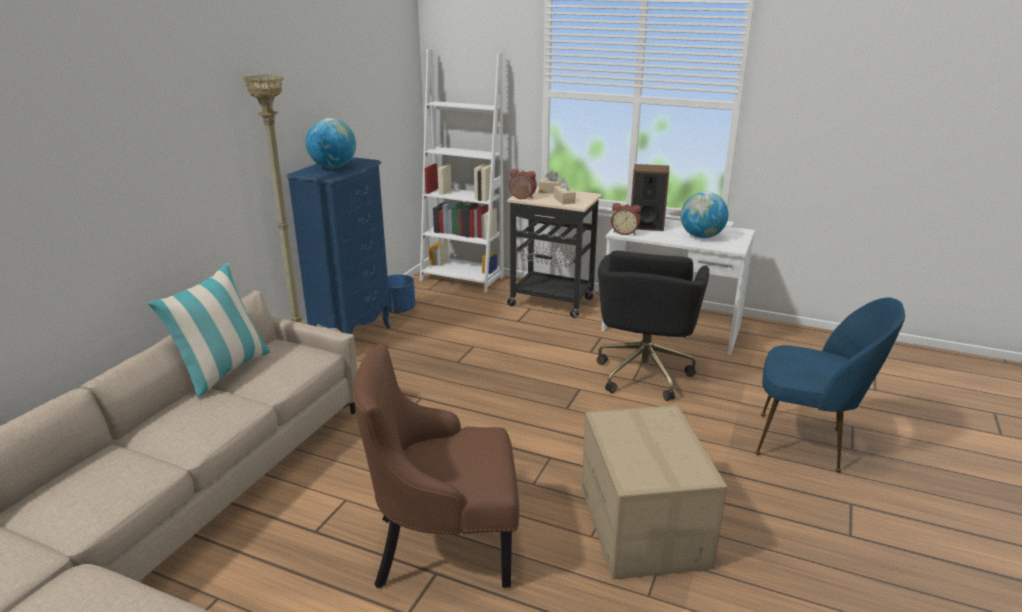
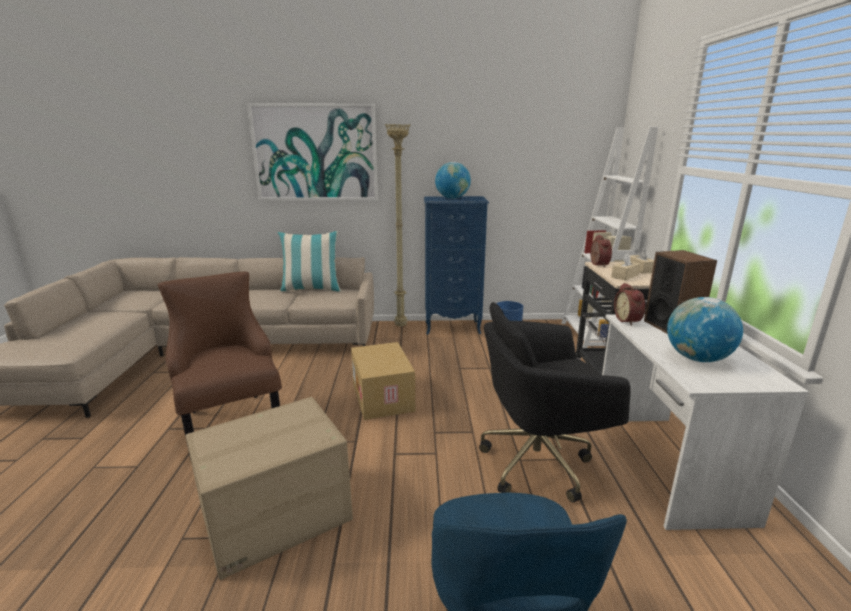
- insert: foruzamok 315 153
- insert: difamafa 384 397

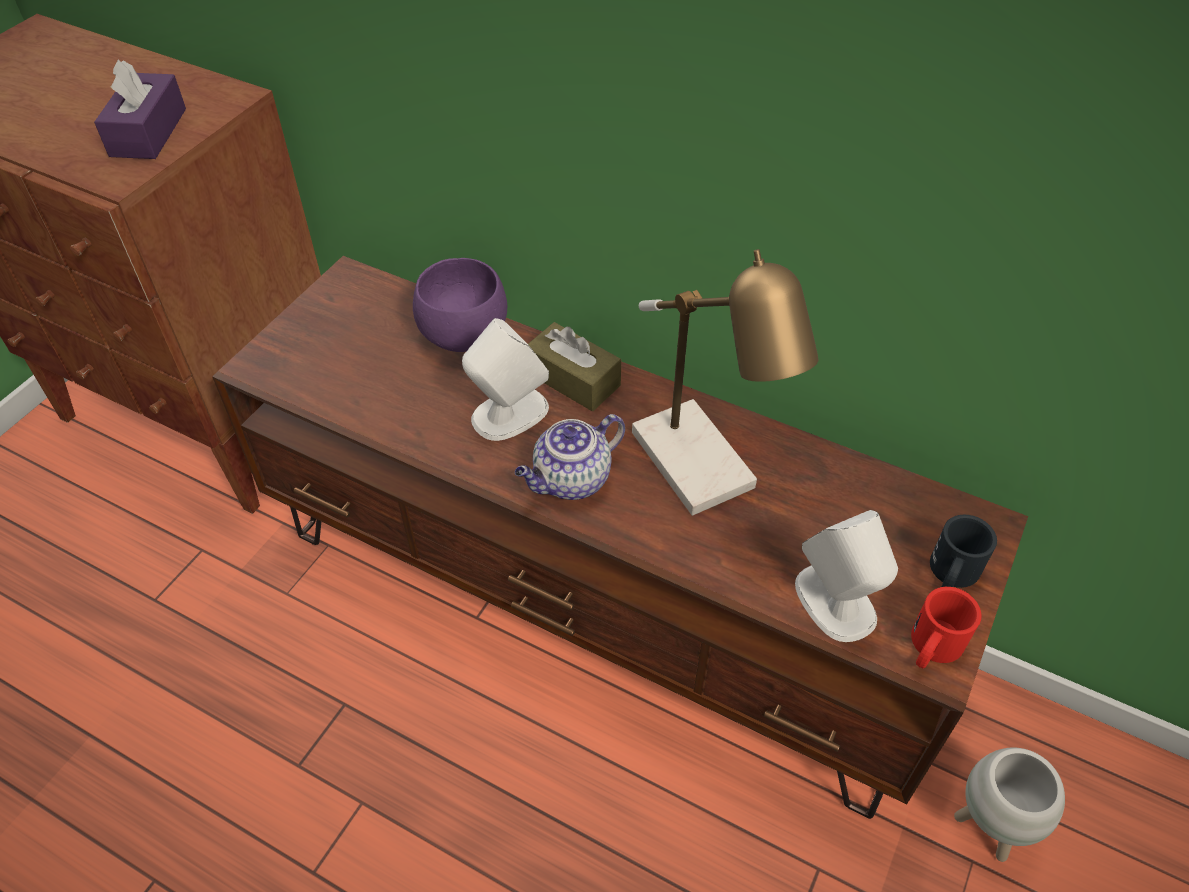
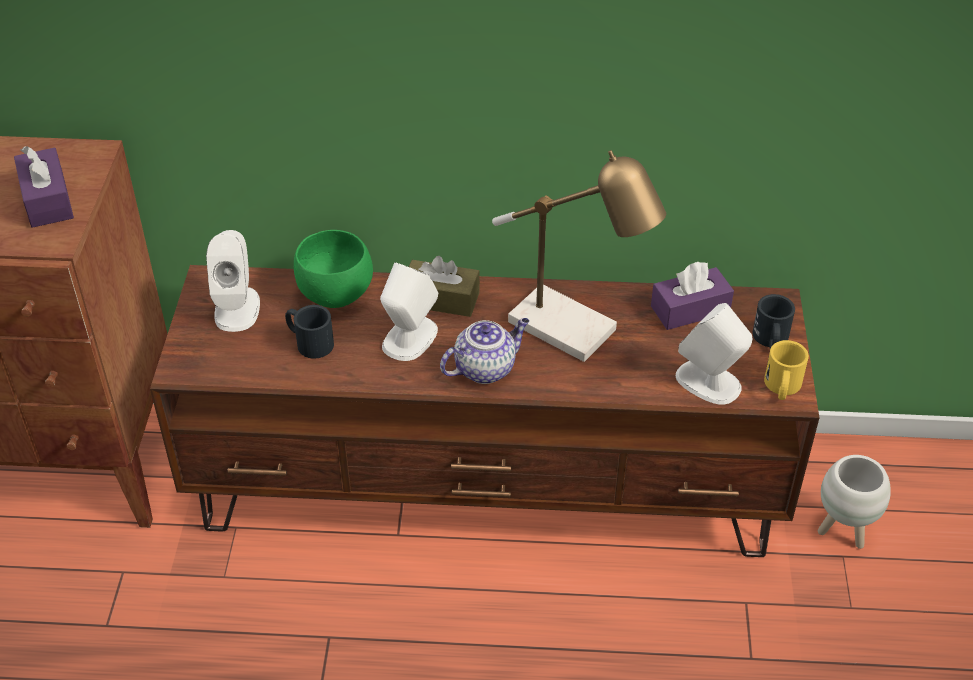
- recolor: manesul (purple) 461 336 to manesul (green) 334 296
- rotate: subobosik 571 481 = 485 368 150 degrees counterclockwise
- recolor: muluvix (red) 932 648 to muluvix (yellow) 782 388
- insert: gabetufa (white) 237 308
- insert: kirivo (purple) 690 309
- insert: muluvix (black) 309 342

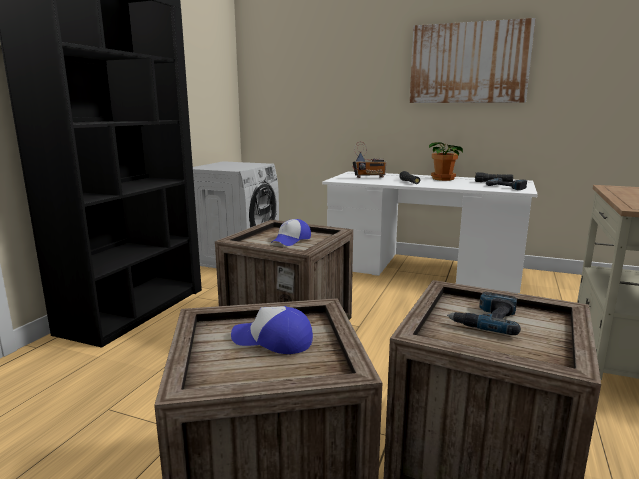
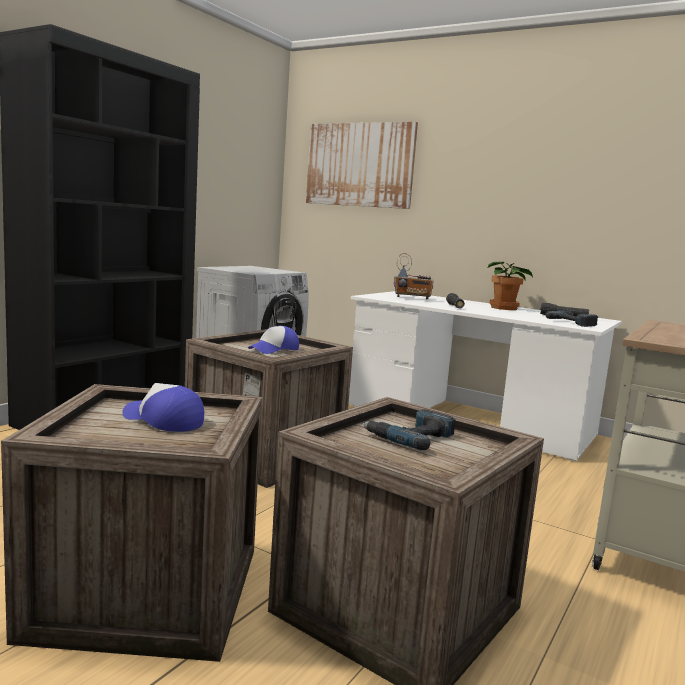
- move: foruzamok 468 63 to 359 165

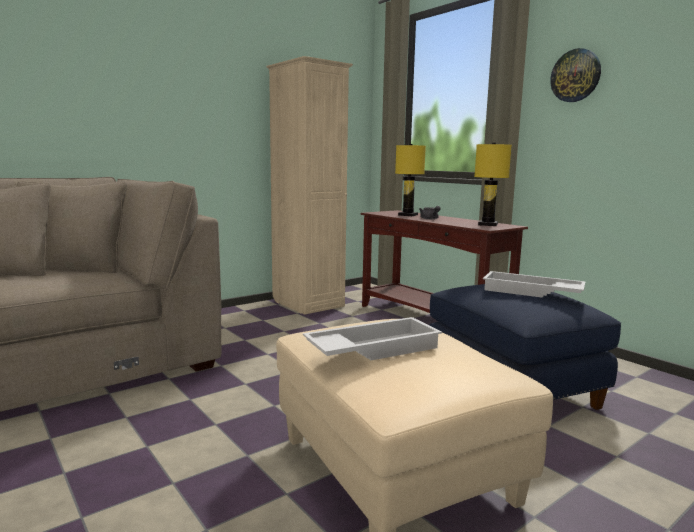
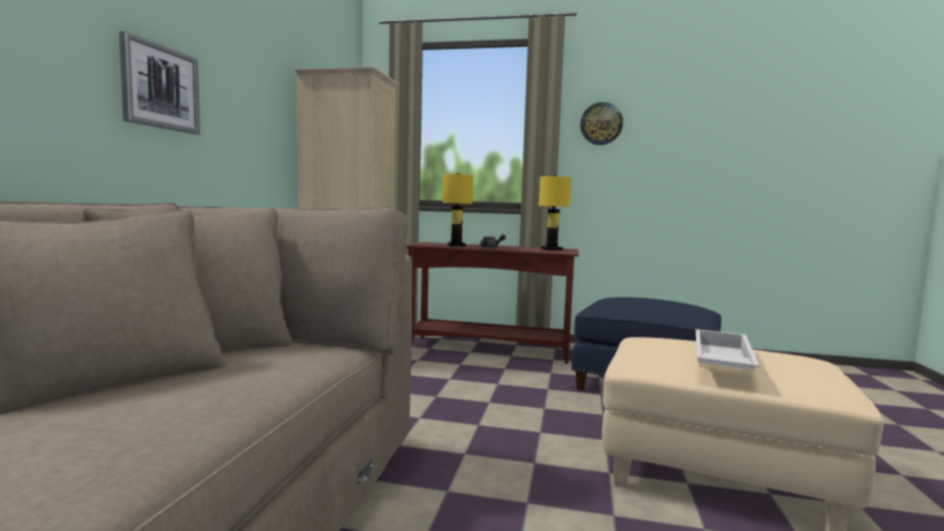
- delete: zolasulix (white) 531 292
- insert: foruzamok 160 87

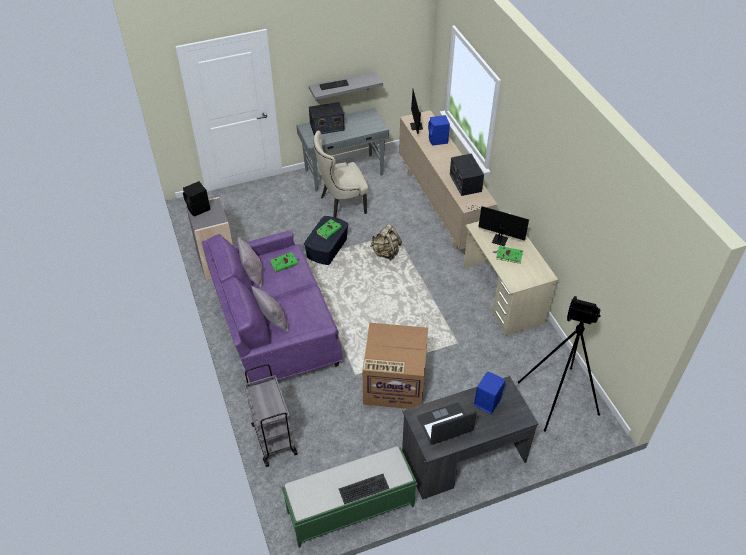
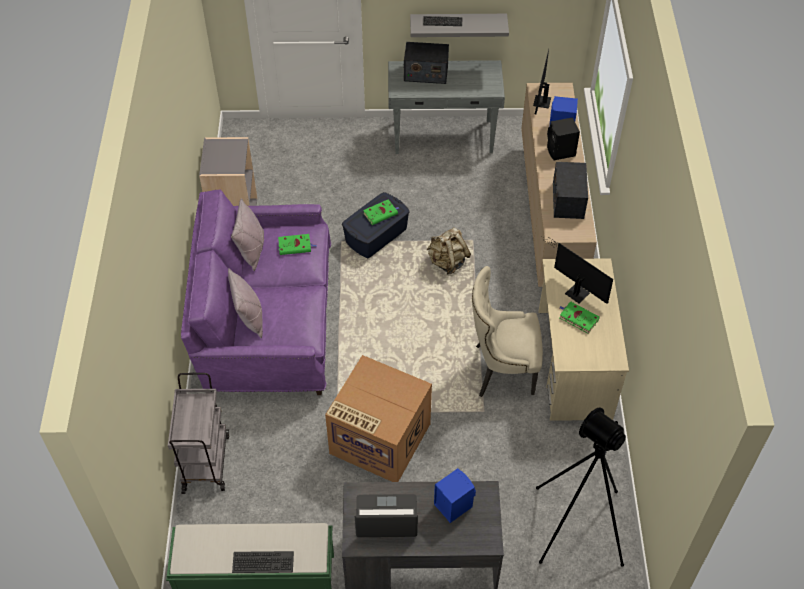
- move: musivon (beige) 342 206 to 502 370
- move: gabetufa (black) 199 209 to 561 152

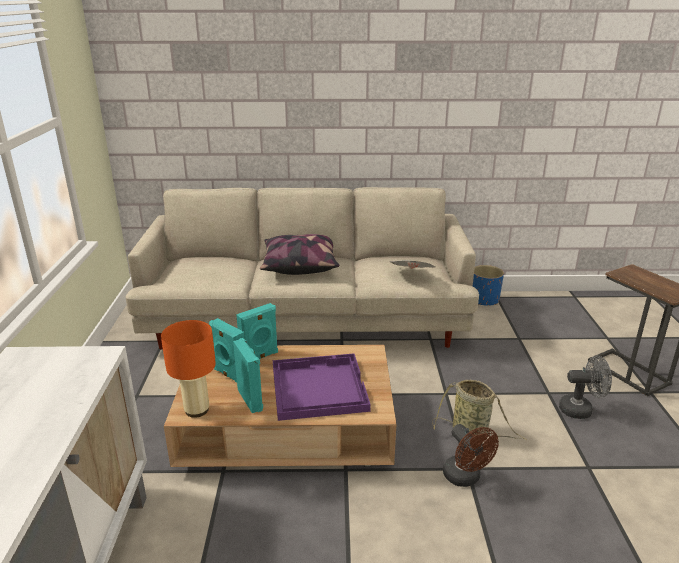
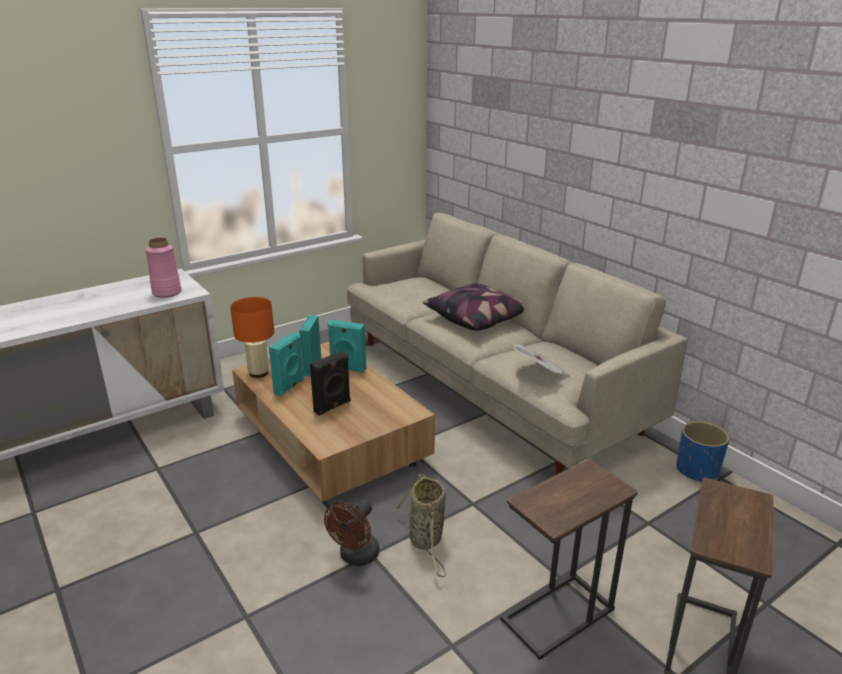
- replace: zolasulix (purple) 317 387 to gabetufa (black) 333 407
- replace: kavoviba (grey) 580 409 to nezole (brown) 557 614
- insert: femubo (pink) 166 292

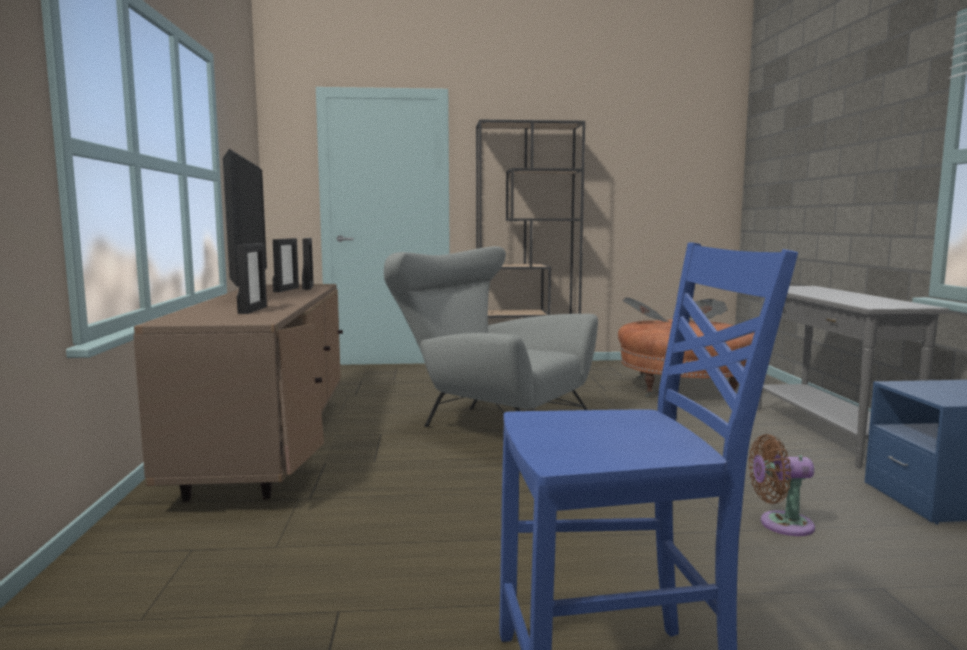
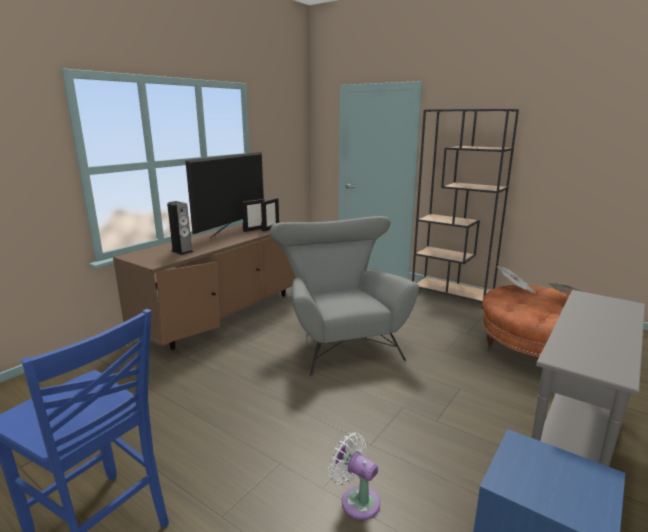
- replace: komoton 252 310 to gabetufa 182 251
- recolor: kavoviba (brown) 780 524 to kavoviba (white) 356 500

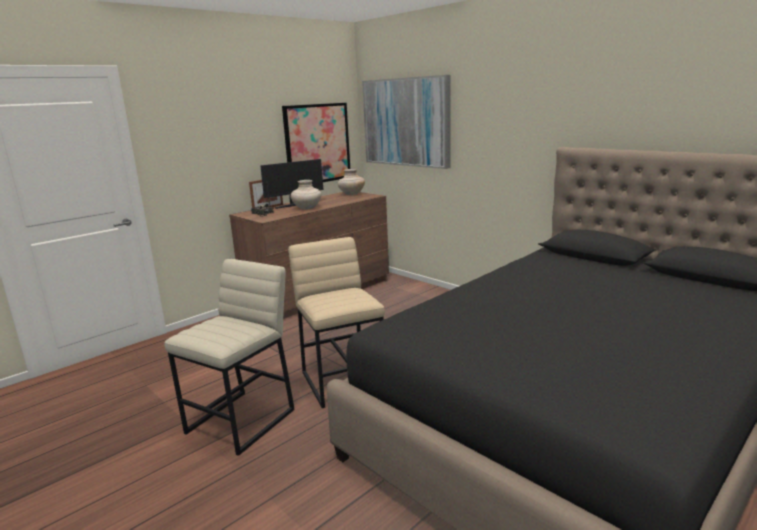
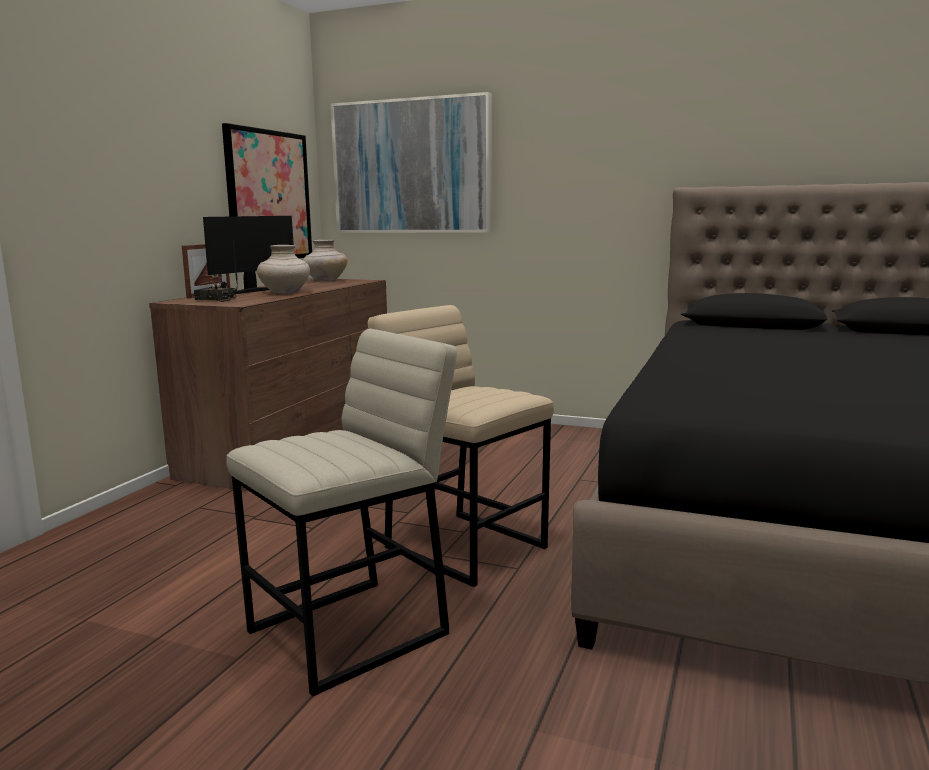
- rotate: musivon (beige) 243 419 = 352 630 45 degrees clockwise

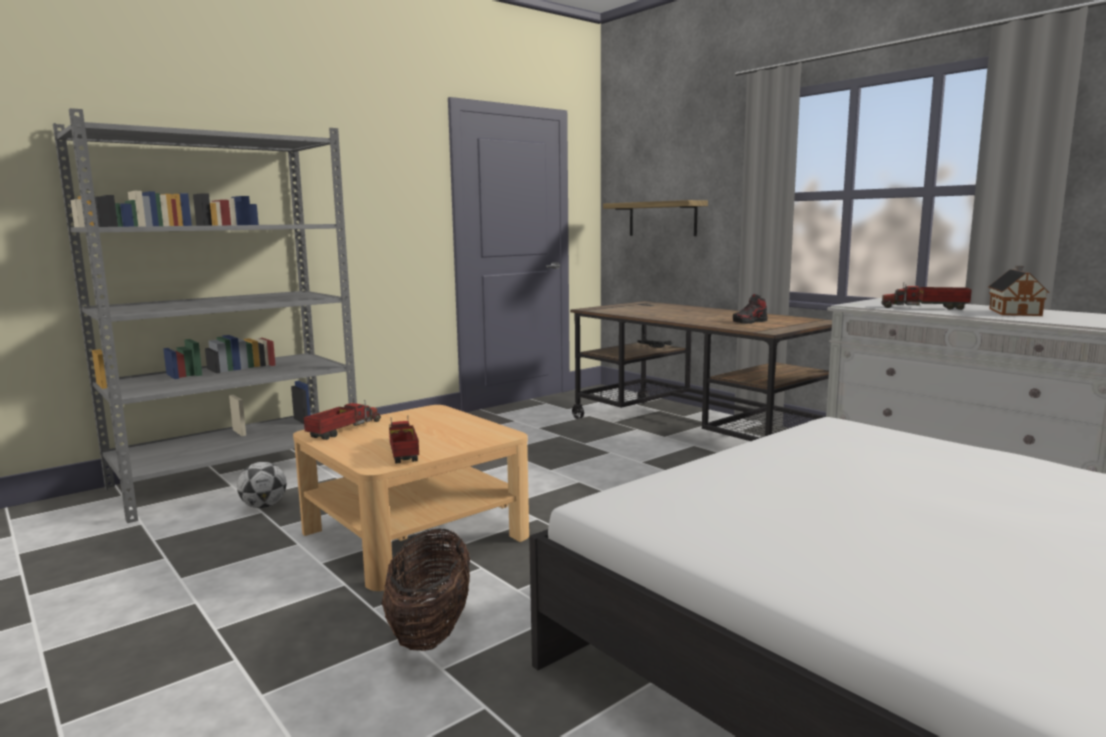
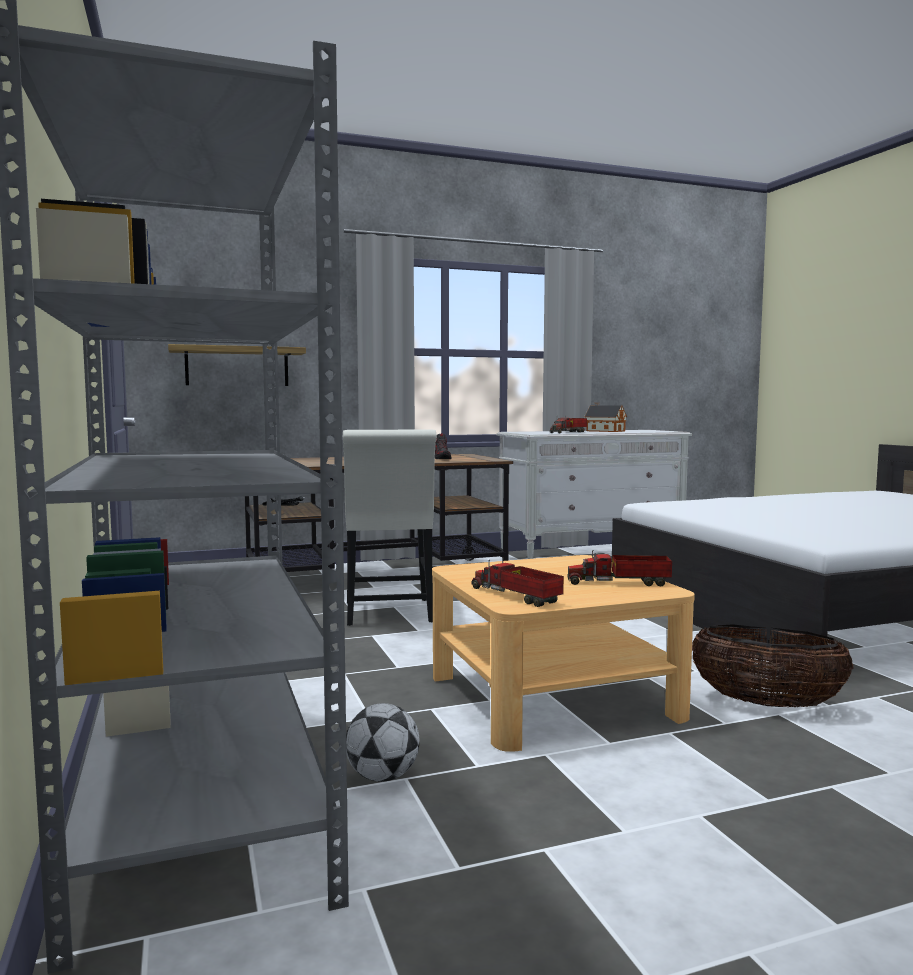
- insert: musivon (white) 389 614

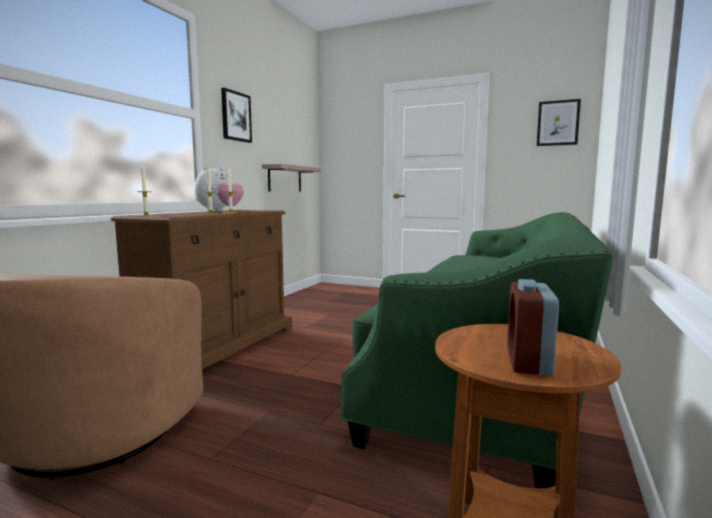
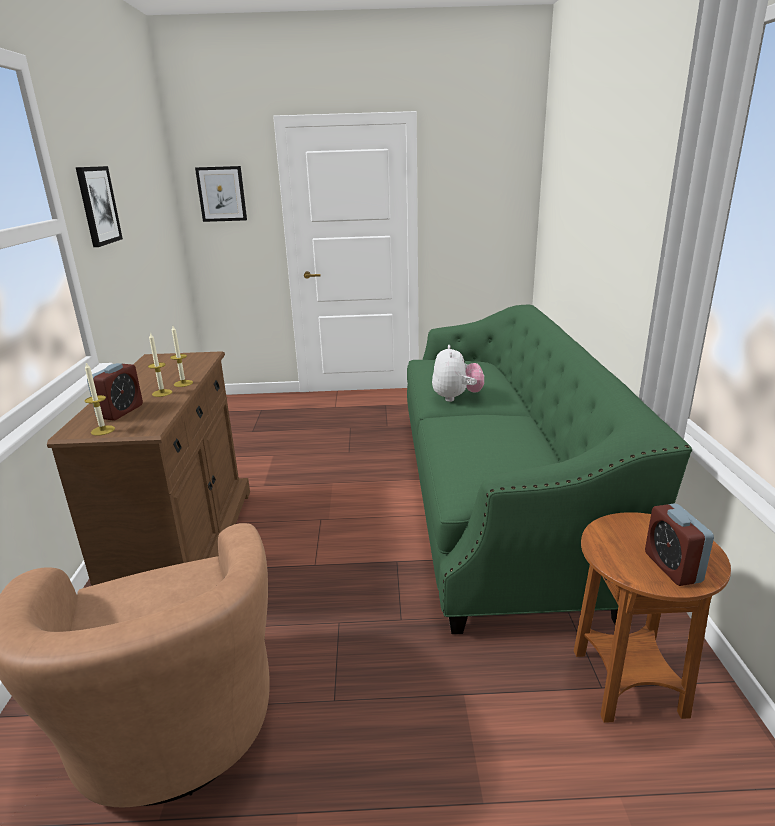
- move: foruzamok 558 123 to 221 194
- delete: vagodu 285 179
- move: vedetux 220 211 to 456 397
- insert: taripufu 120 412

